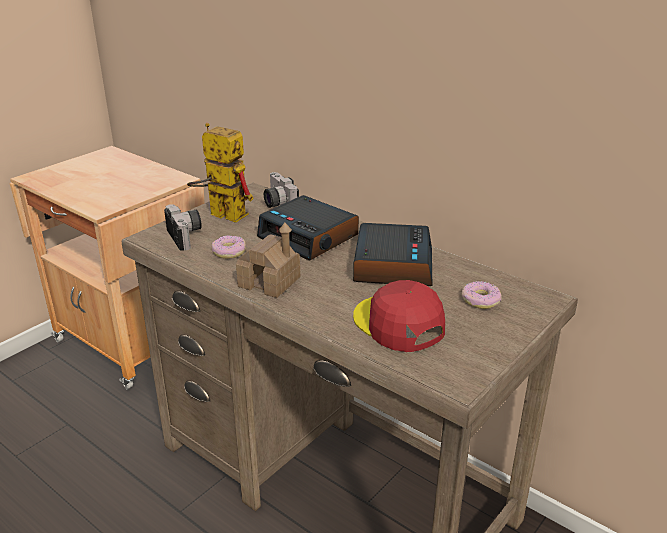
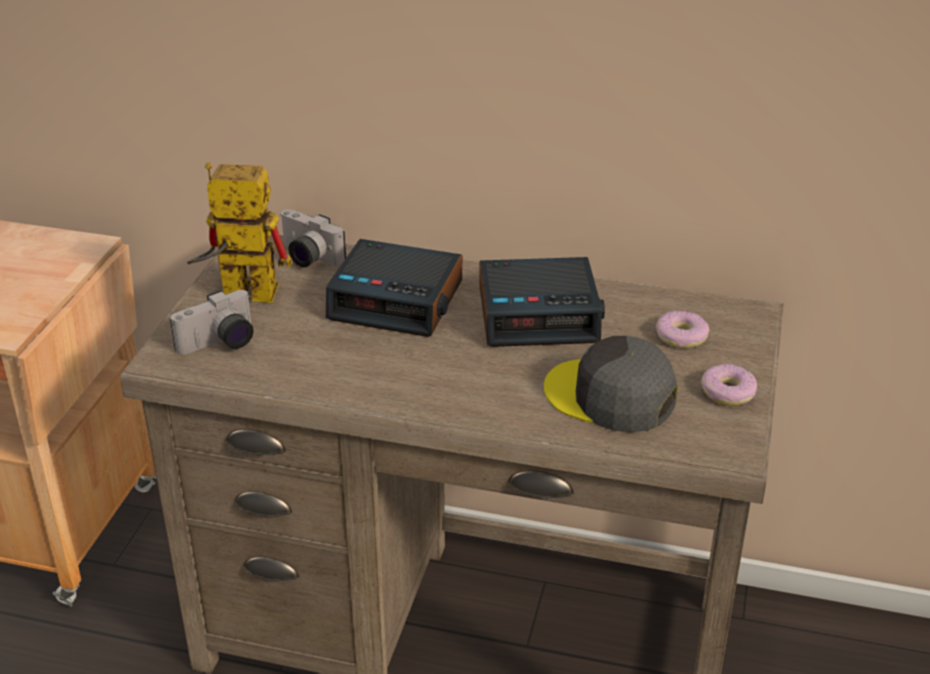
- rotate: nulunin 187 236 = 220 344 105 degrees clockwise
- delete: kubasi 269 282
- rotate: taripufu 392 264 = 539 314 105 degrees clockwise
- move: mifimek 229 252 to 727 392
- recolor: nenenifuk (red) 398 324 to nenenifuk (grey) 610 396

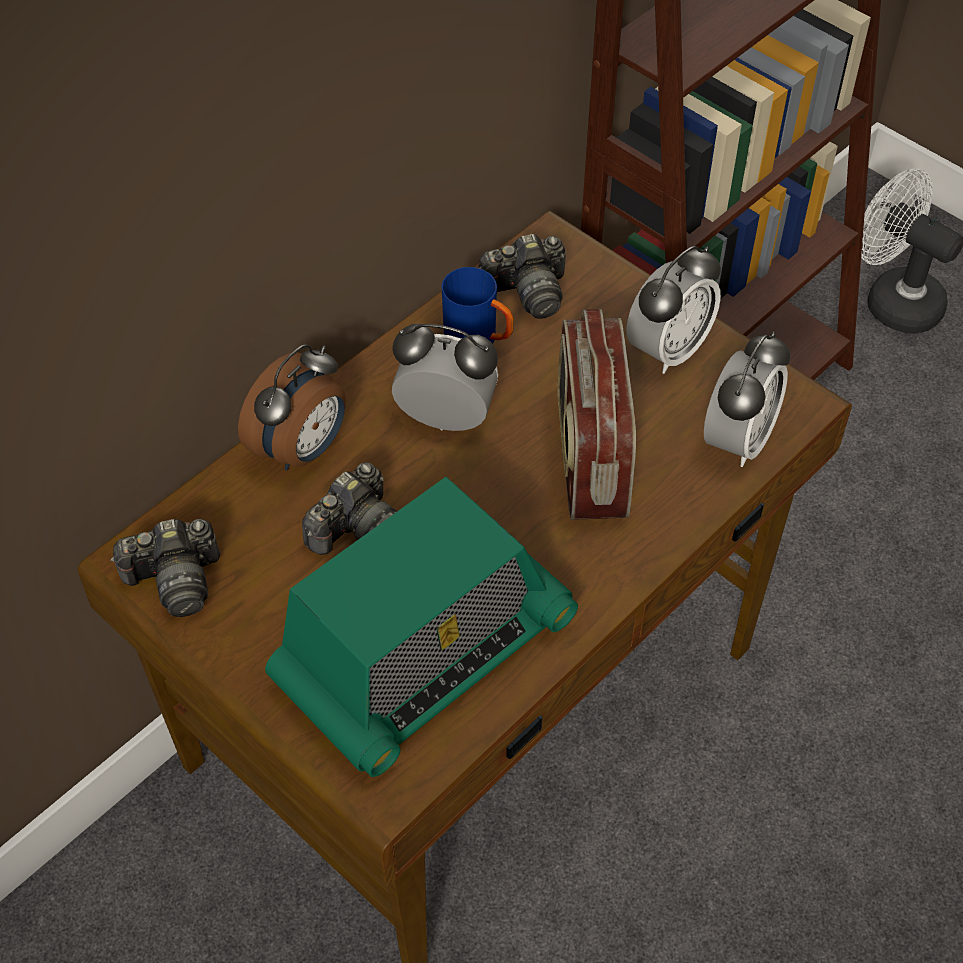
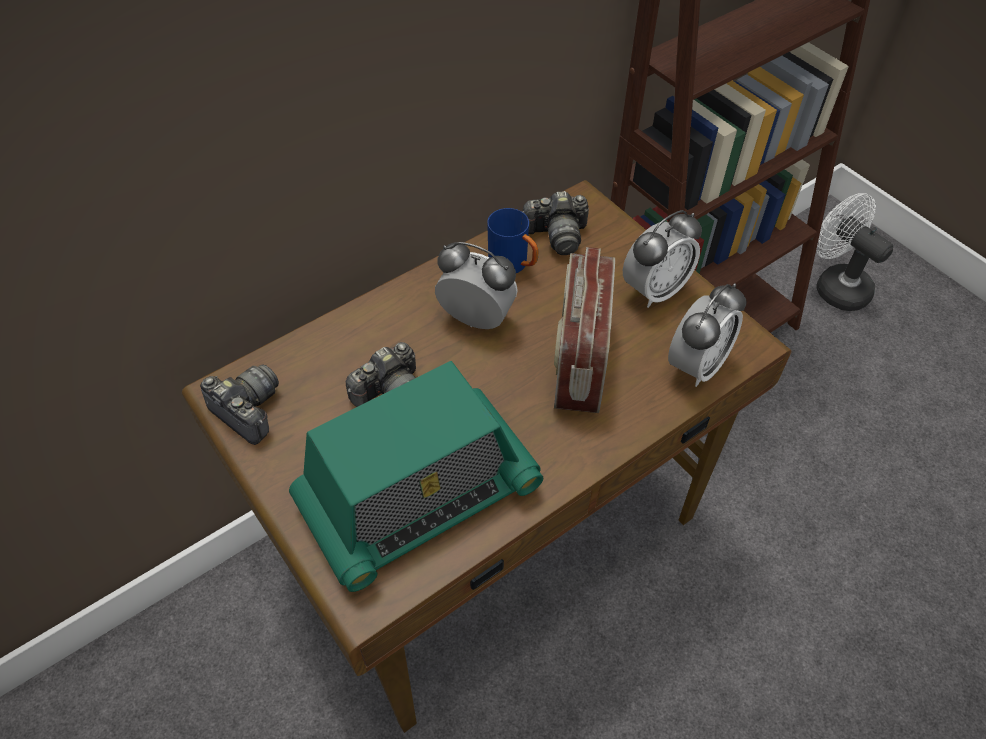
- delete: taripufu 302 449
- rotate: nulunin 175 580 = 248 411 135 degrees counterclockwise

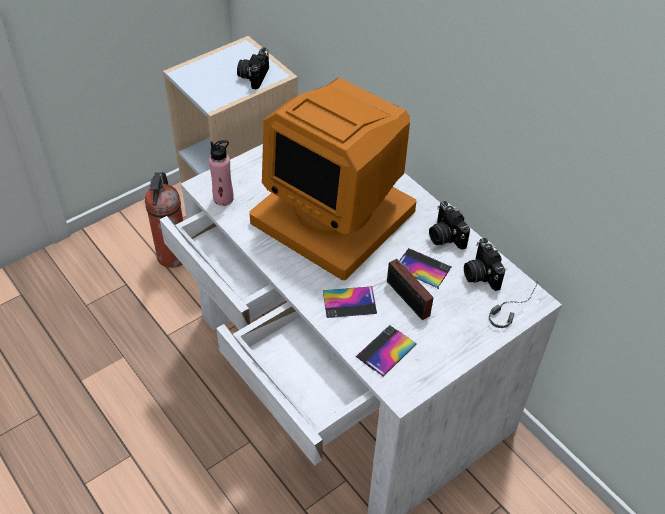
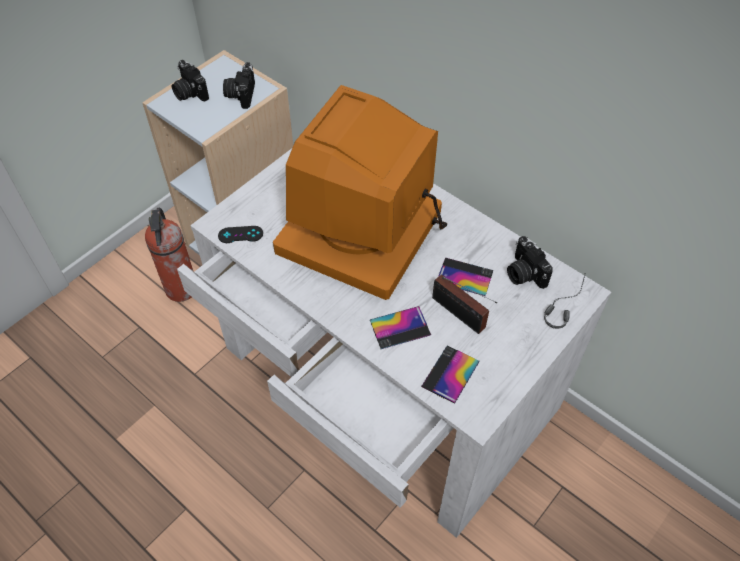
- rotate: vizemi 335 214 = 362 233 90 degrees clockwise
- replace: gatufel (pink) 223 198 to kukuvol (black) 240 234
- move: nulunin 444 236 to 189 93

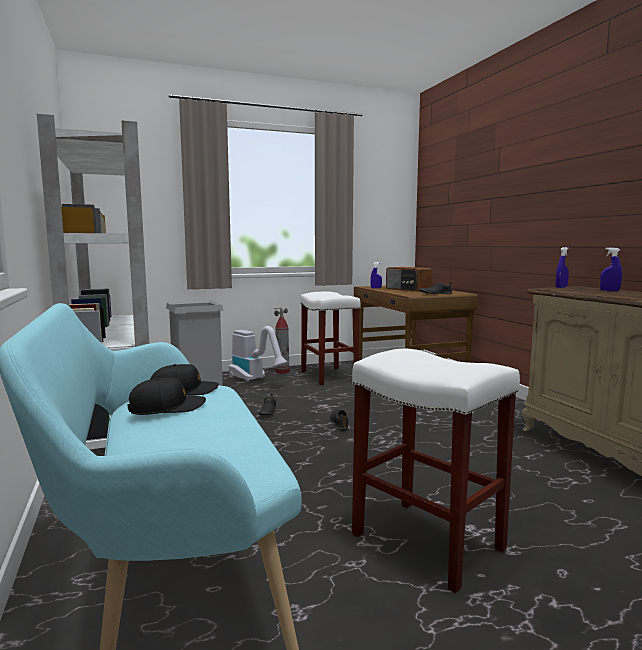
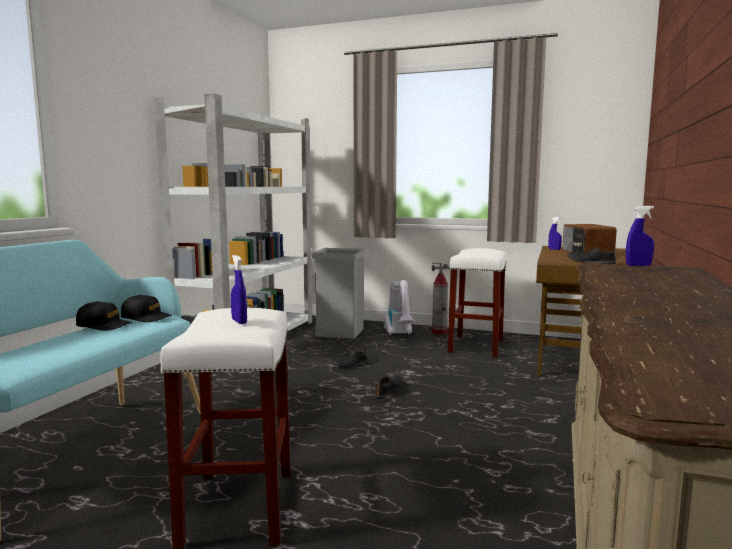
- move: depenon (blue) 609 291 to 239 322

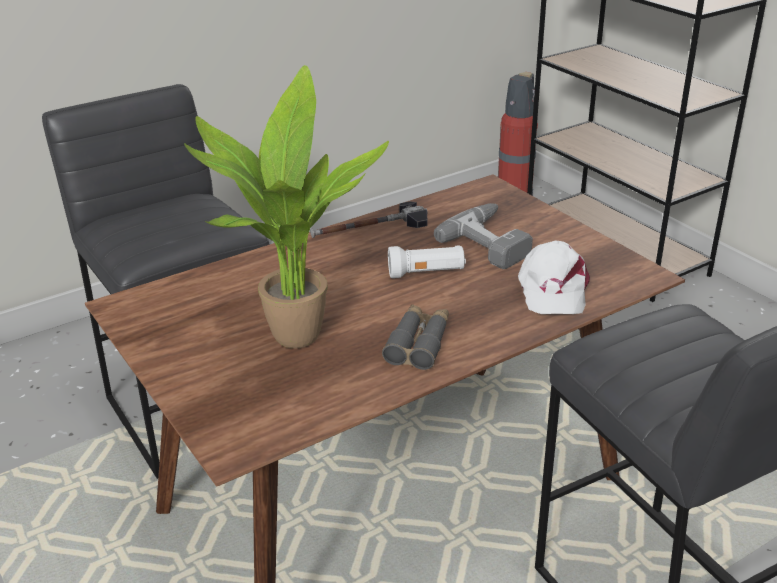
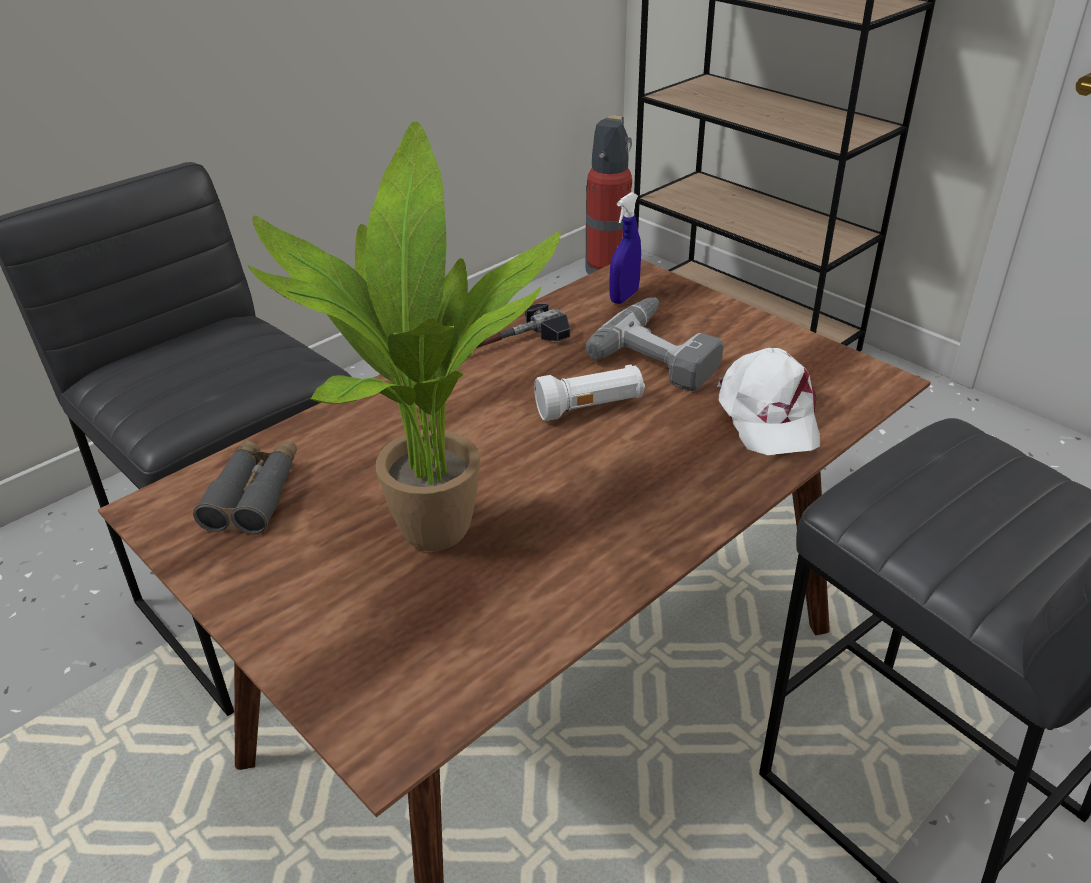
- move: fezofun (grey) 418 343 to 254 495
- insert: depenon (blue) 624 297

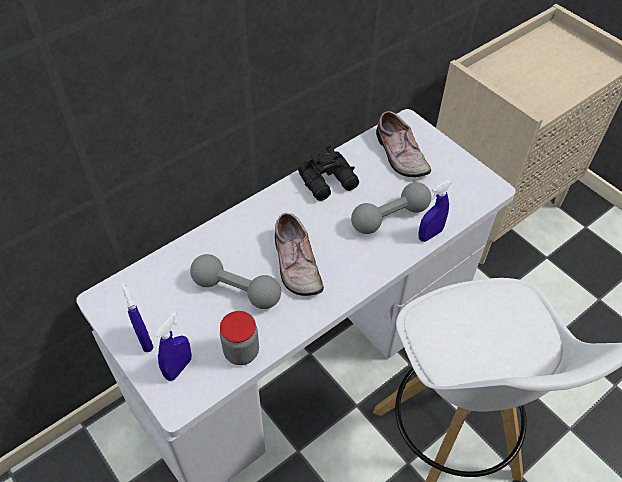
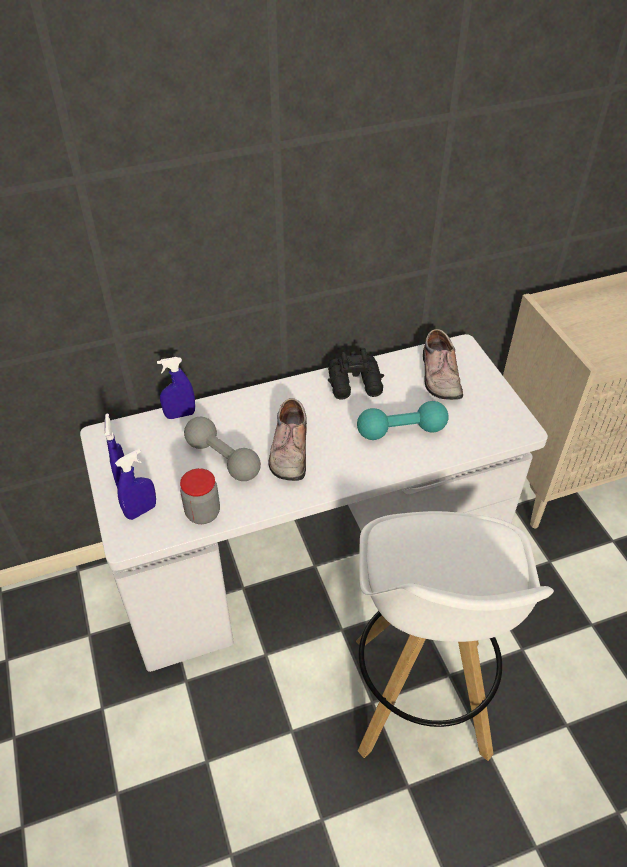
- move: depenon (blue) 430 234 to 180 415
- recolor: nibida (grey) 390 217 to nibida (turquoise) 401 431

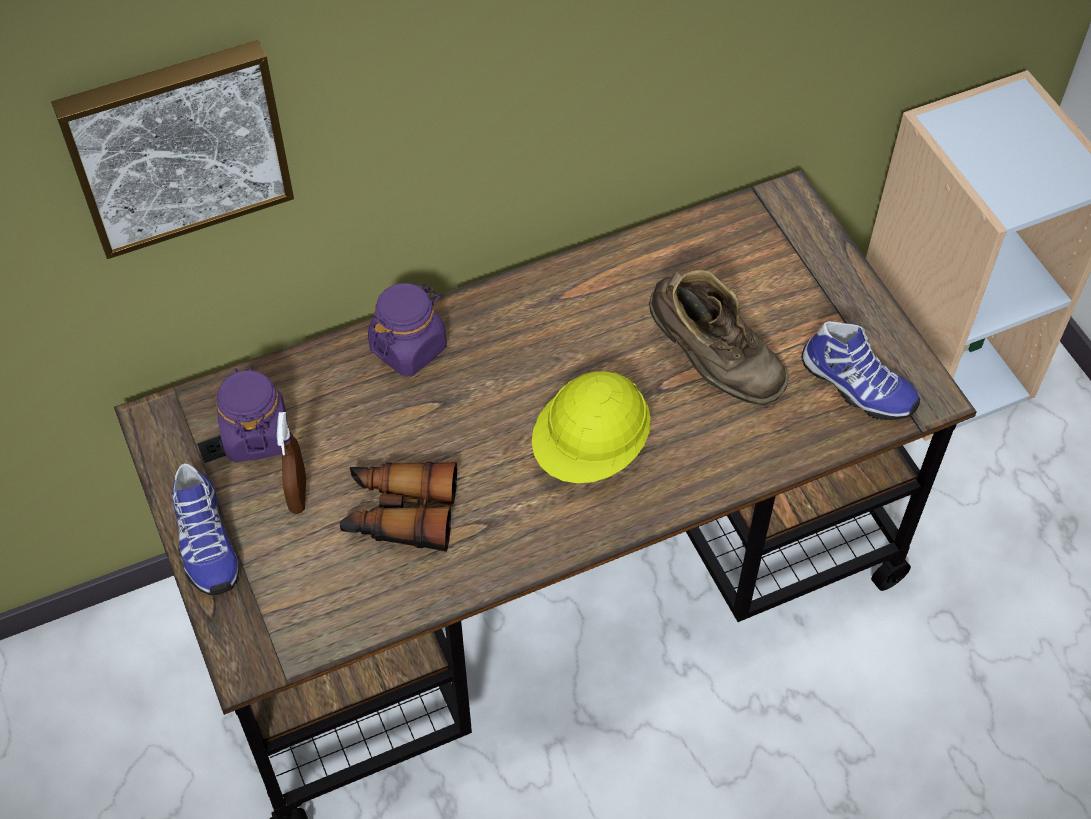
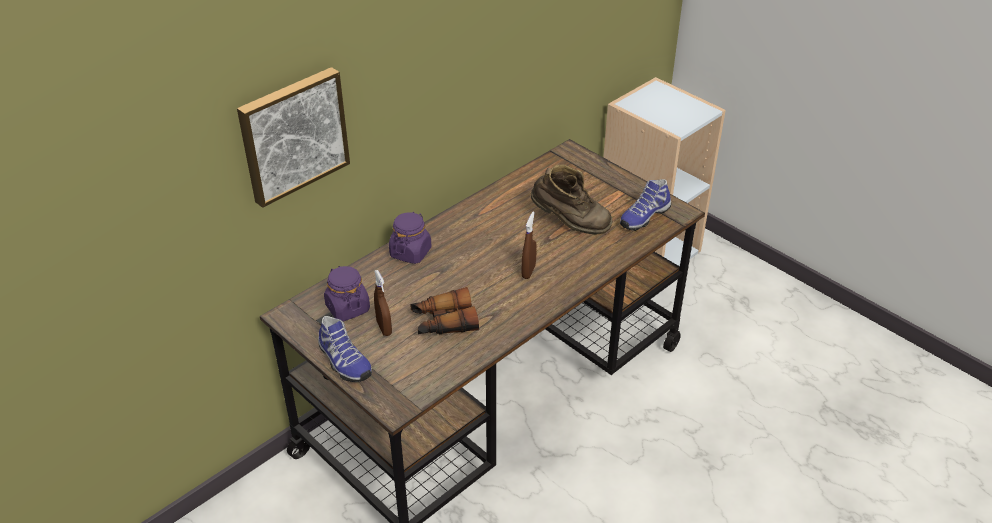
- rotate: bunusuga 855 387 = 643 216 120 degrees clockwise
- replace: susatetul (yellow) 591 449 to depenon (brown) 528 271

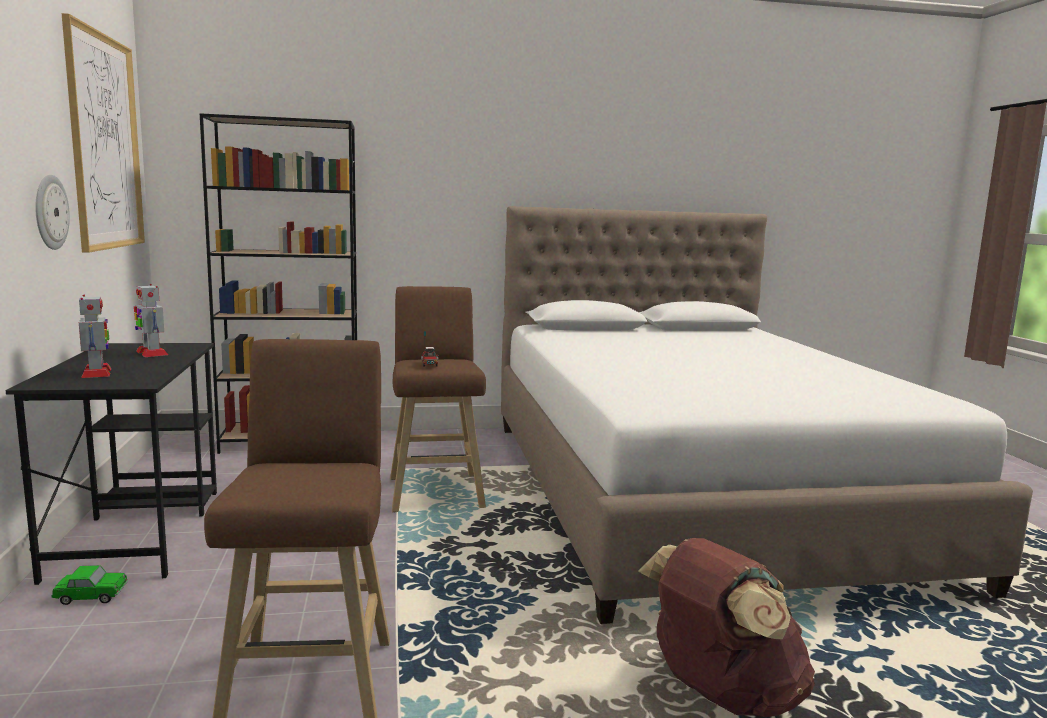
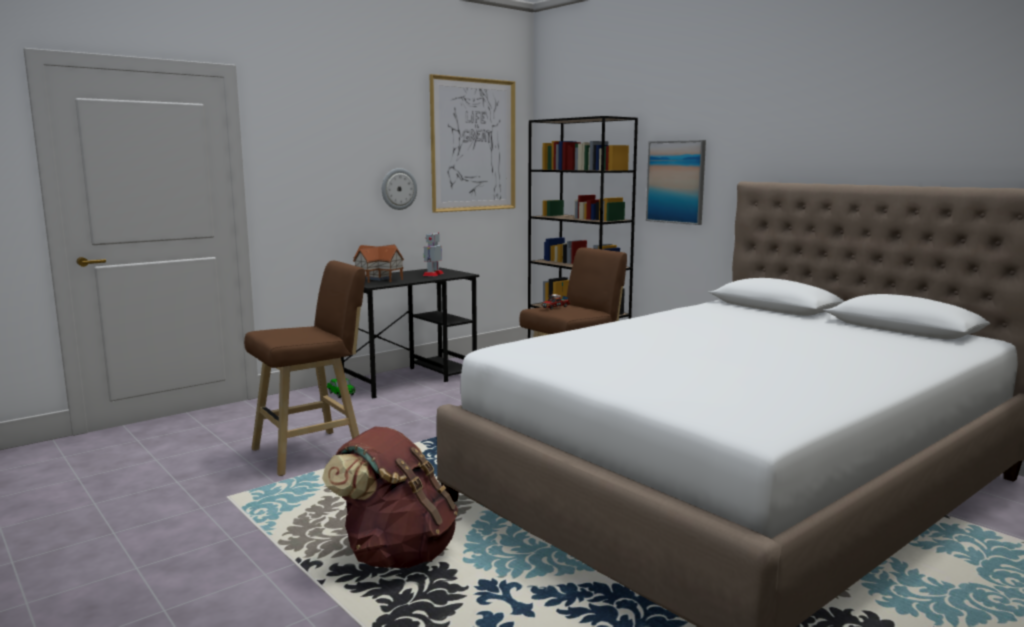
- replace: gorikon 97 373 to kubasi 379 278
- insert: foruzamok 676 182

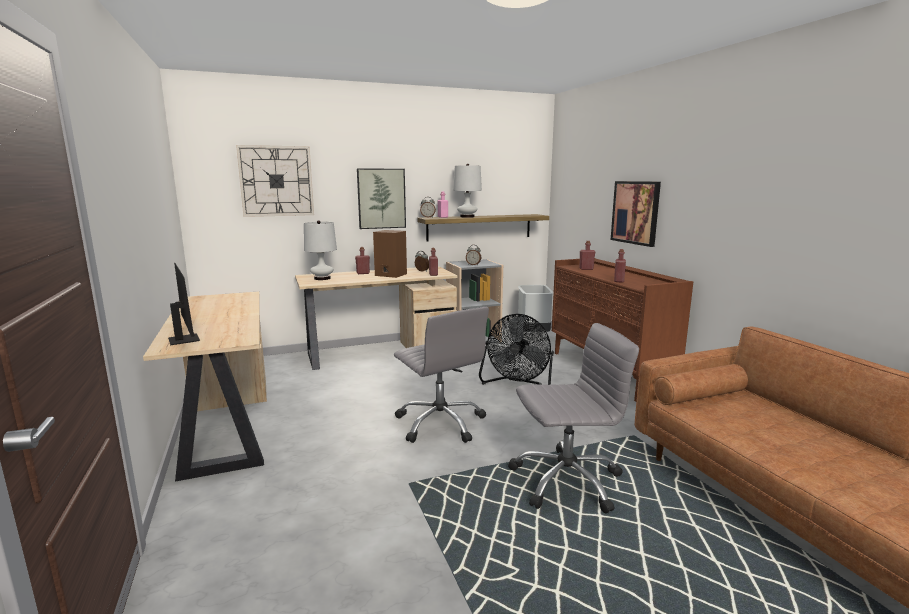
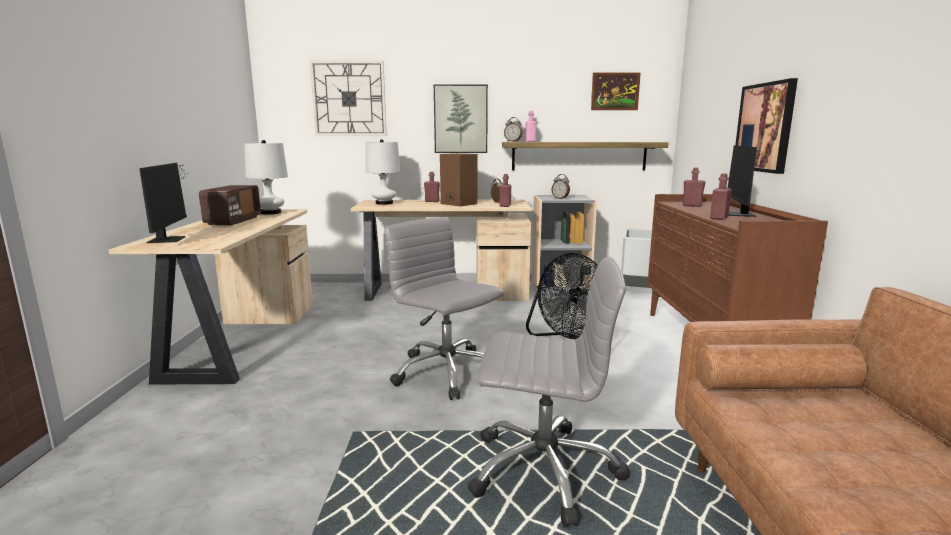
- move: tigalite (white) 467 217 to 270 212
- rotate: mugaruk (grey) 440 423 = 446 372 150 degrees clockwise
- insert: foruzamok 615 91
- insert: vizemi 739 215
- insert: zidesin 233 221

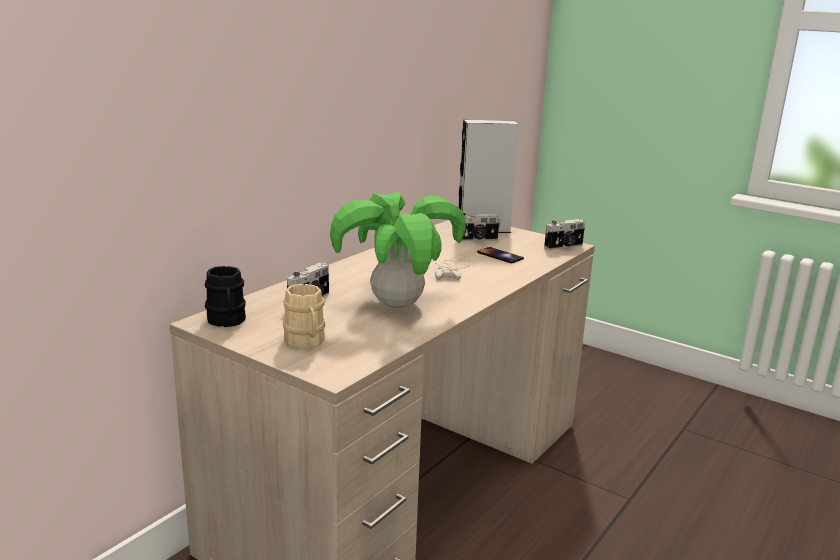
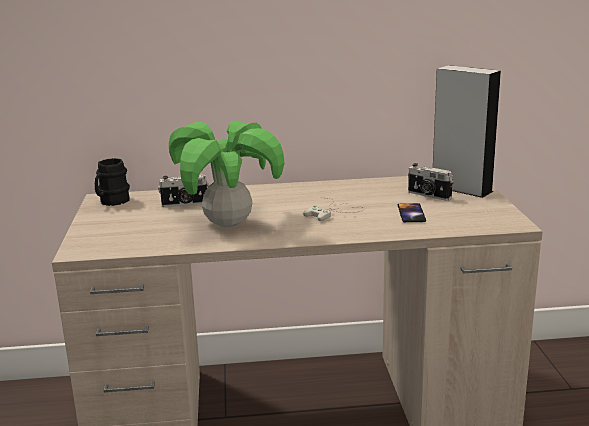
- delete: nulunin 564 247
- delete: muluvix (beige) 306 342

